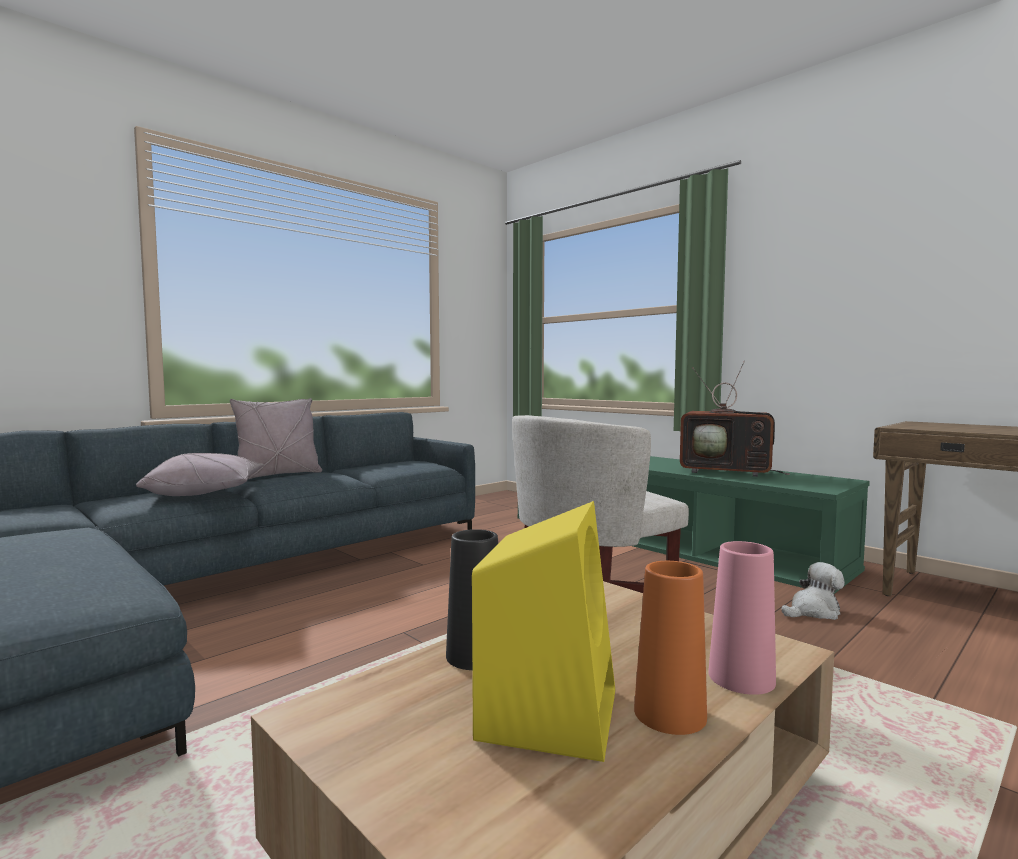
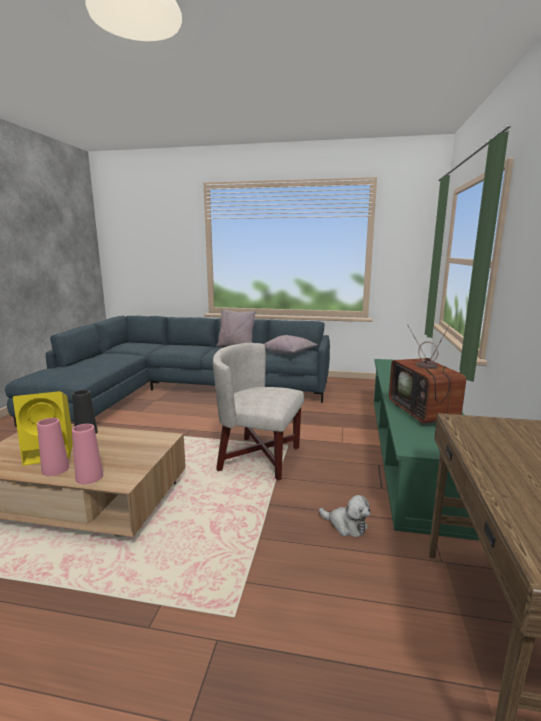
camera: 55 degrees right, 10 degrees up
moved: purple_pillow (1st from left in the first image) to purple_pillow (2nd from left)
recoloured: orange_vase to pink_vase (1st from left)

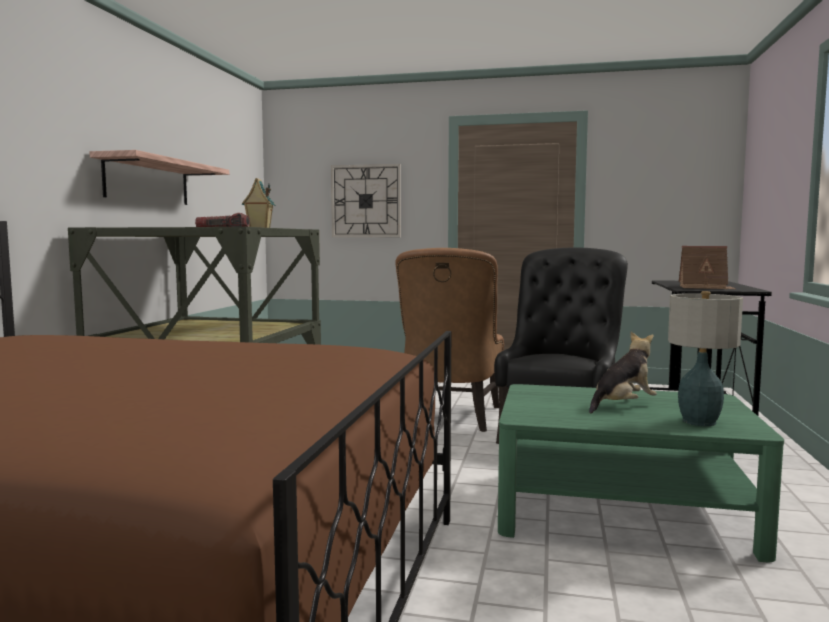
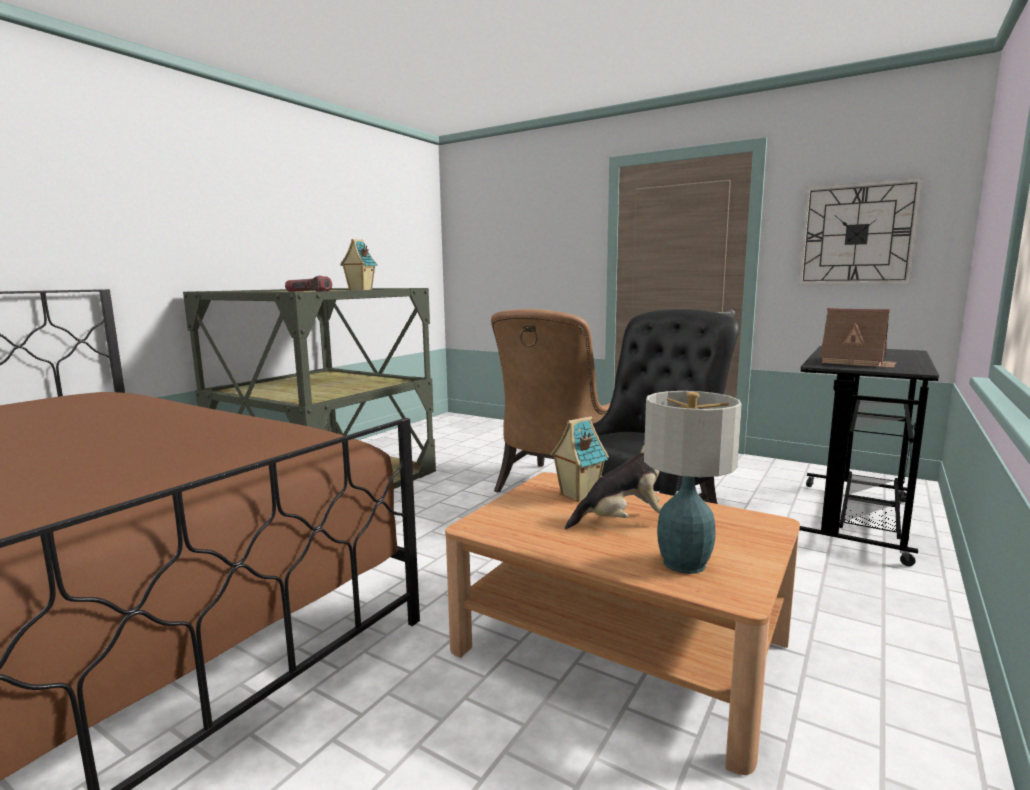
camera: 20 degrees right, 5 degrees up
removed: shelf
added: toy_house (2nd from left)
moved: wall_clock
recoloured: green_coffee_table to brown_coffee_table

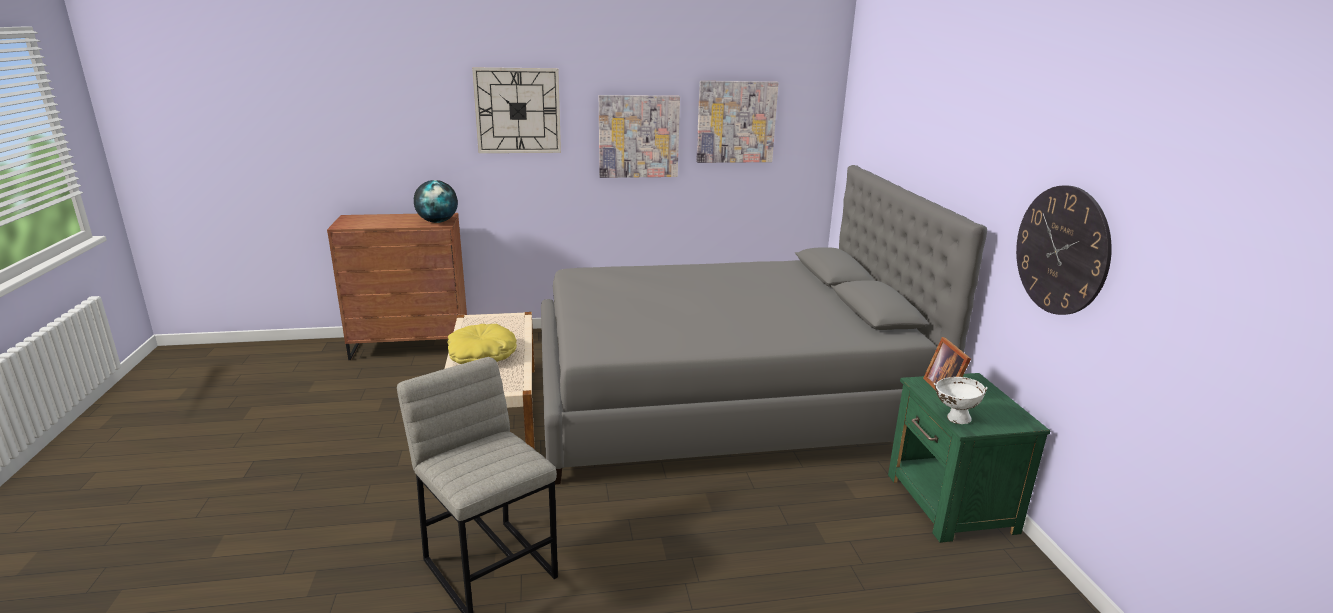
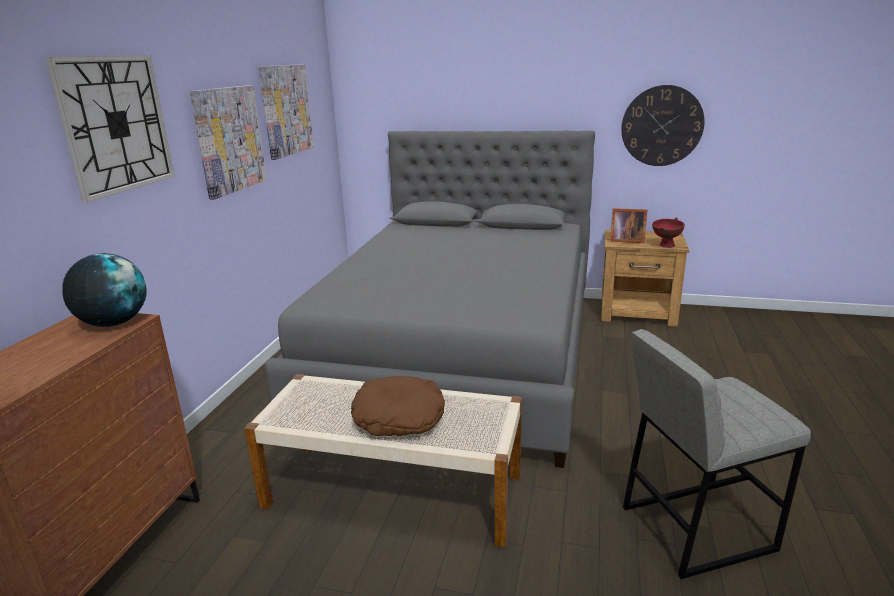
camera: 65 degrees left, 0 degrees up
recoloured: yellow_pillow to brown_pillow; green_nightstand to brown_nightstand; white_bowl to red_bowl

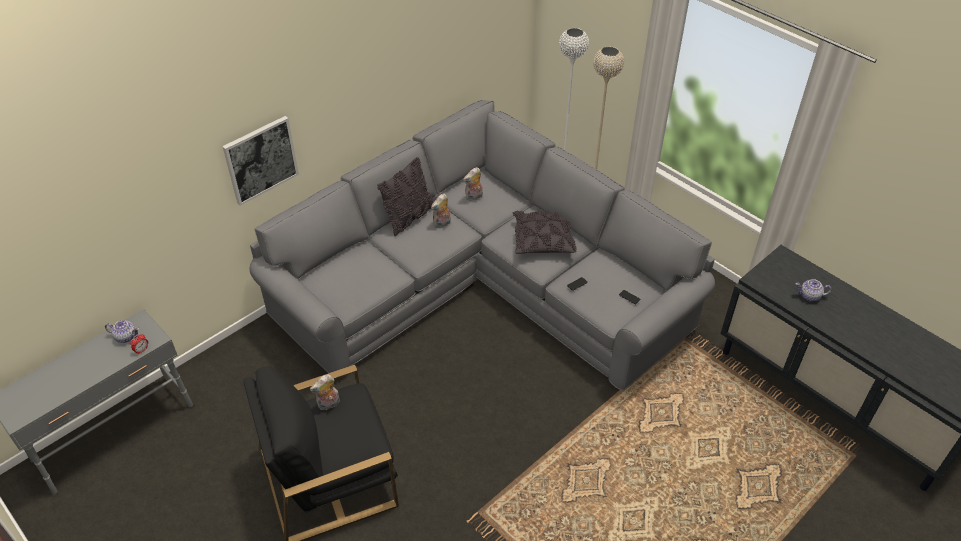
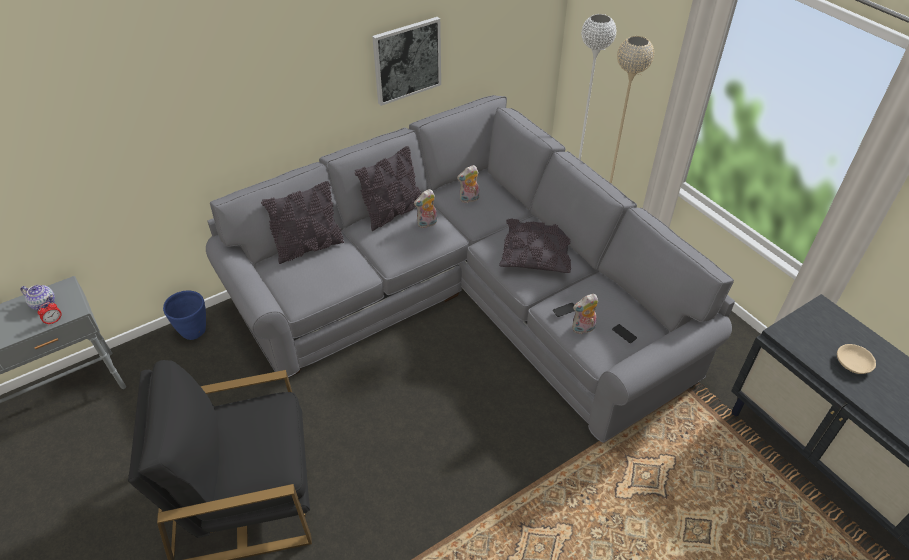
camera: 10 degrees right, 0 degrees up
added: blue_planter; black_pillow (1st from left)
moved: picture; plush_toy (1st from left in the first image) to plush_toy (3rd from left)
replaced: teapot (2nd from left) to beige_bowl

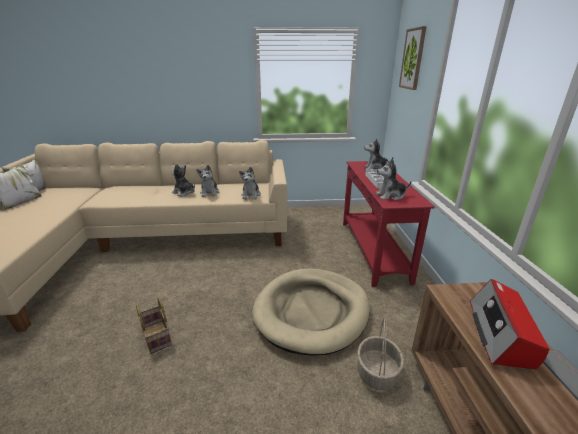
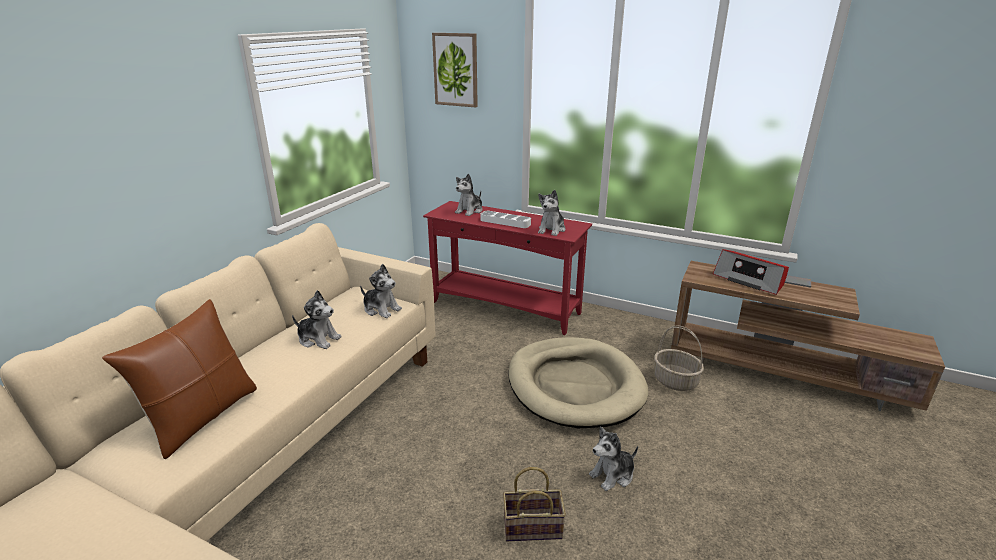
camera: 60 degrees left, 0 degrees up
added: brown_pillow
moved: plush_toy (1st from left in the first image) to plush_toy (5th from left)

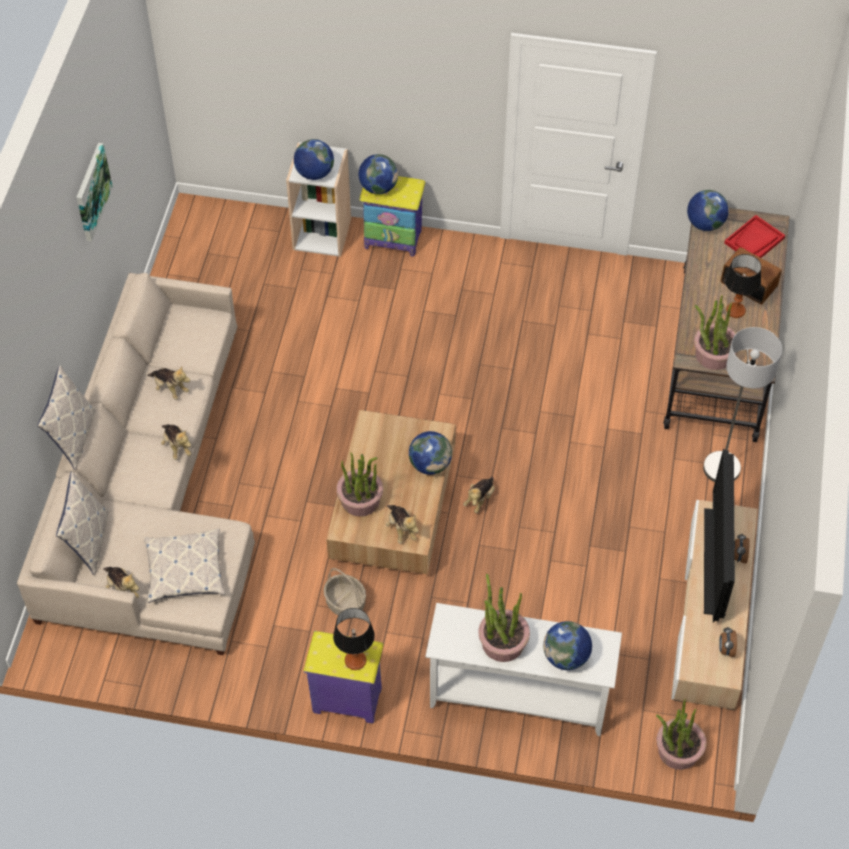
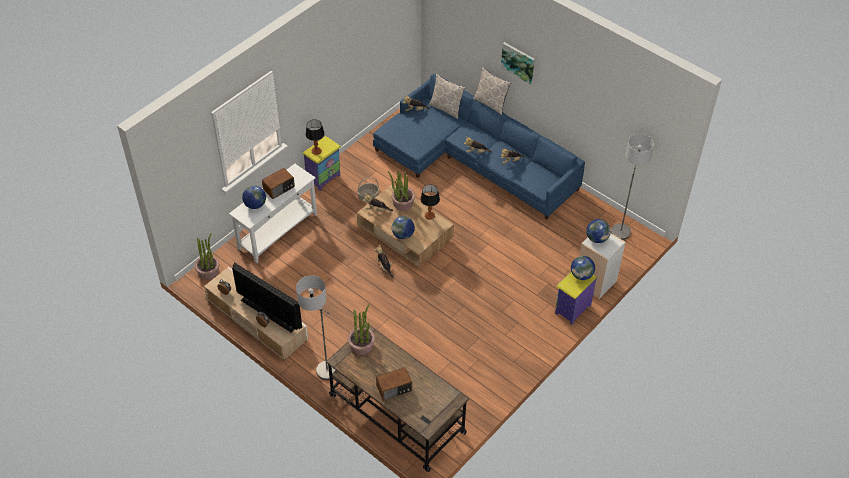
camera: 120 degrees right, 5 degrees down
removed: pillow (3rd from left); globe (5th from left); red_tray
added: grey_floor_lamp (2nd from left)
moved: picture; table_lamp (2nd from left)
replaced: potted_plant (2nd from left) to radio (1st from left)
recoloured: beige_sofa to blue_sofa

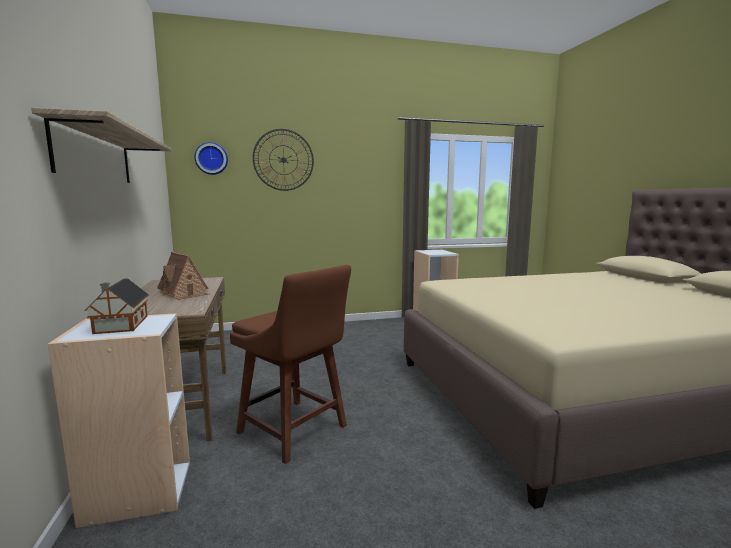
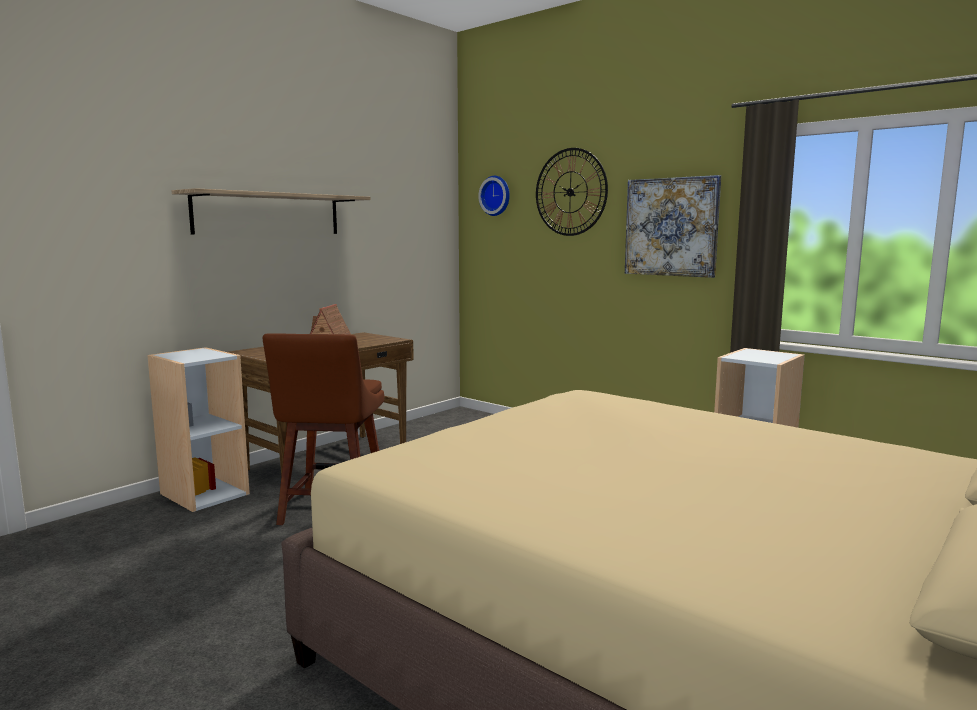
camera: 55 degrees right, 0 degrees up
removed: toy_house (1st from left)
added: picture

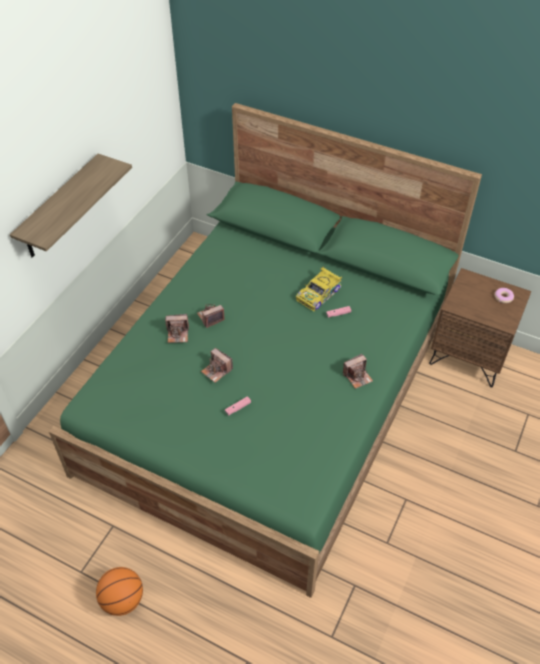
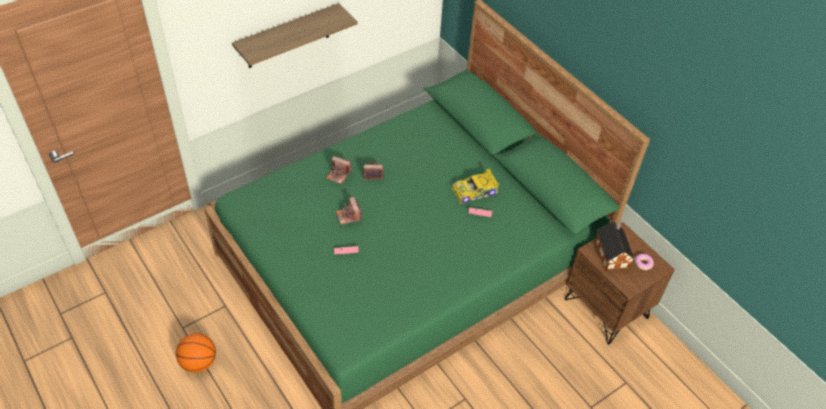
camera: 25 degrees right, 0 degrees up
removed: photo_camera (4th from left)
added: toy_house

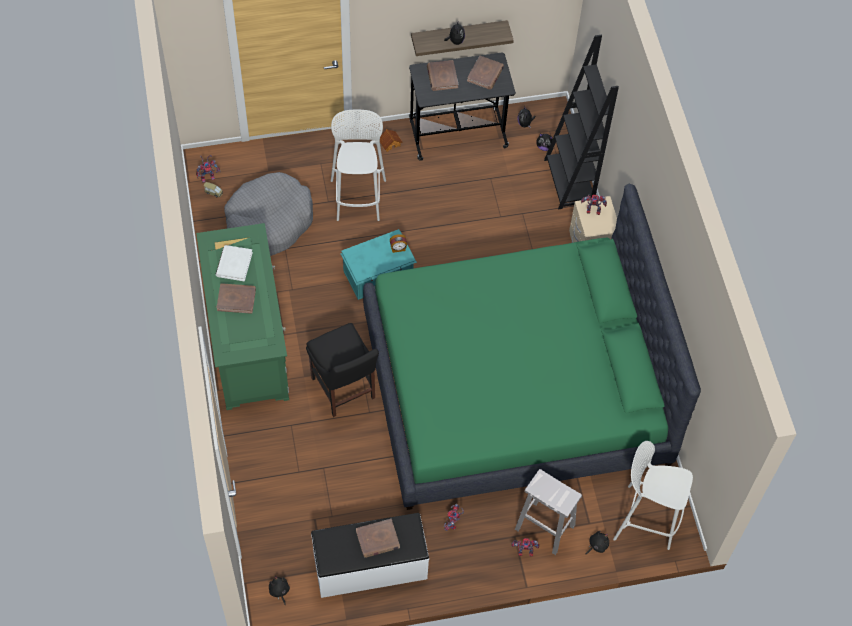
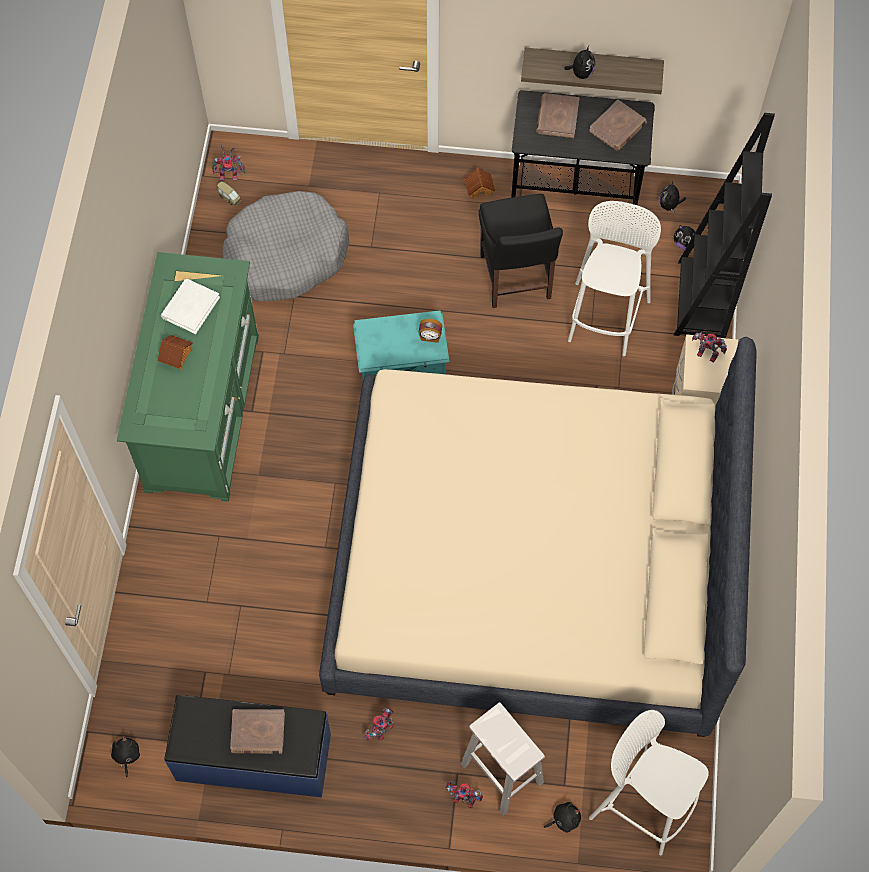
camera: 20 degrees right, 5 degrees up
moved: black_chair; white_stool (1st from left in the first image) to white_stool (2nd from left)
replaced: brown_book (1st from left) to toy_house (1st from left)
recoloured: white_bench to blue_bench; green_bed to beige_bed

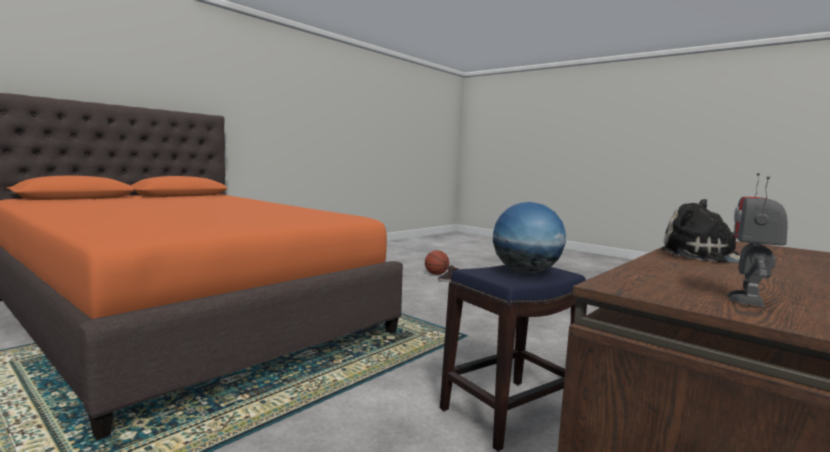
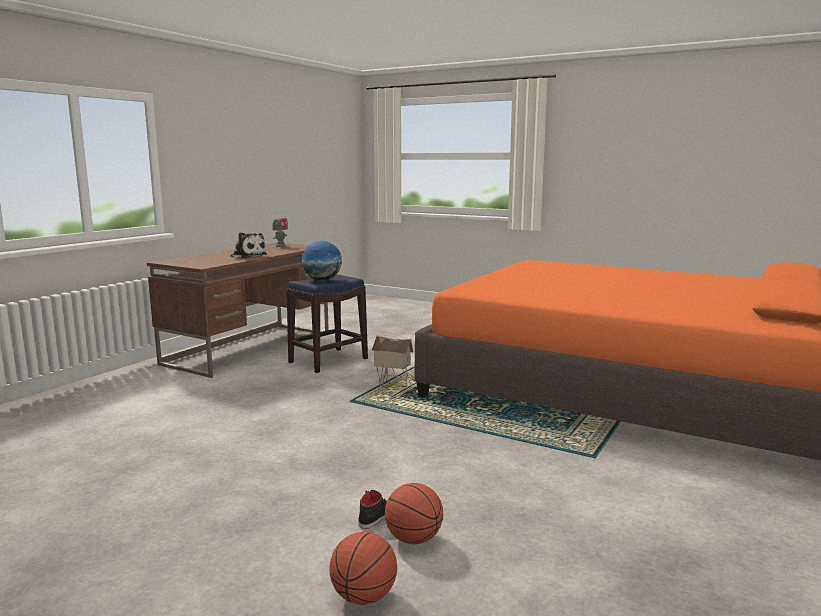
camera: 170 degrees right, 5 degrees up
added: basketball (1st from left); toy_house

